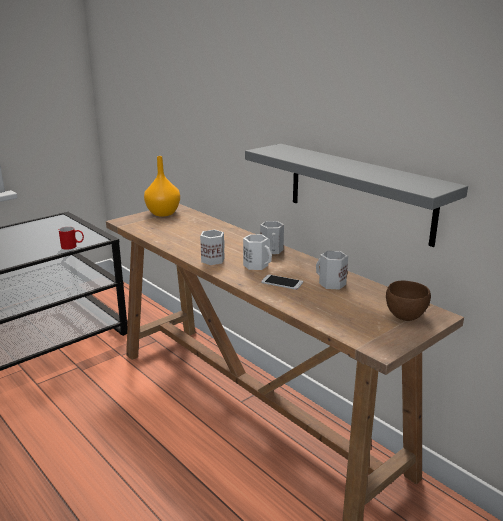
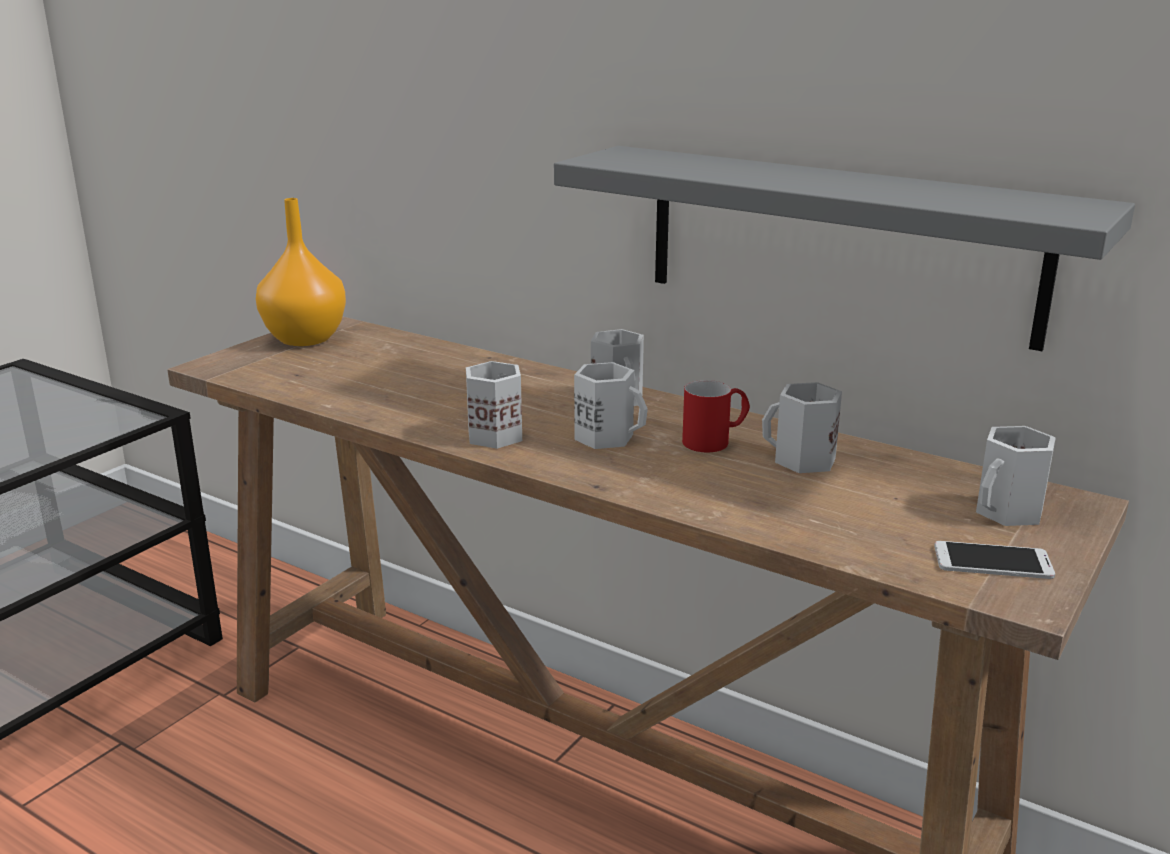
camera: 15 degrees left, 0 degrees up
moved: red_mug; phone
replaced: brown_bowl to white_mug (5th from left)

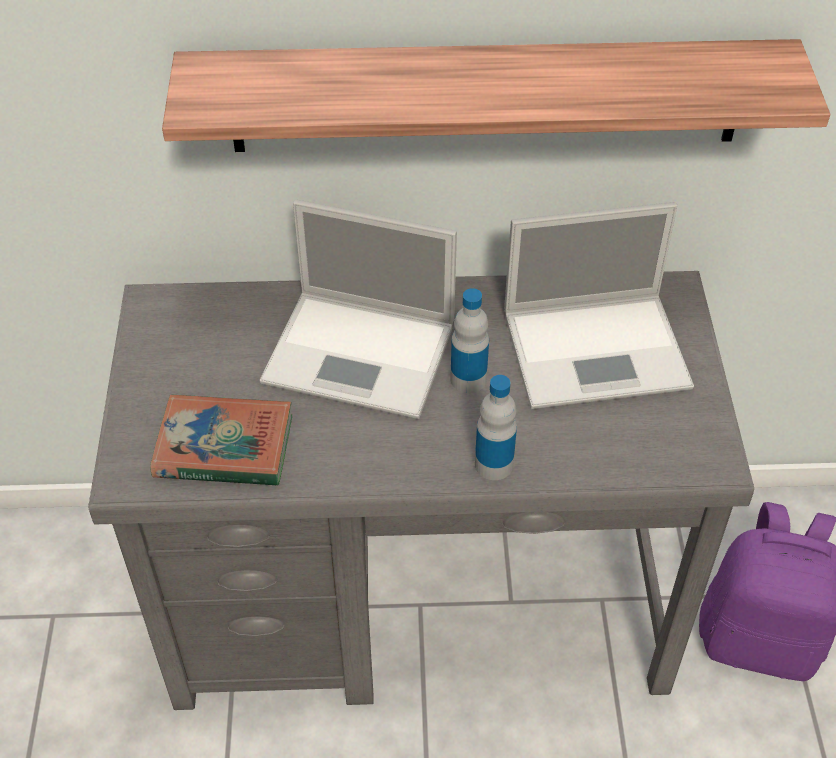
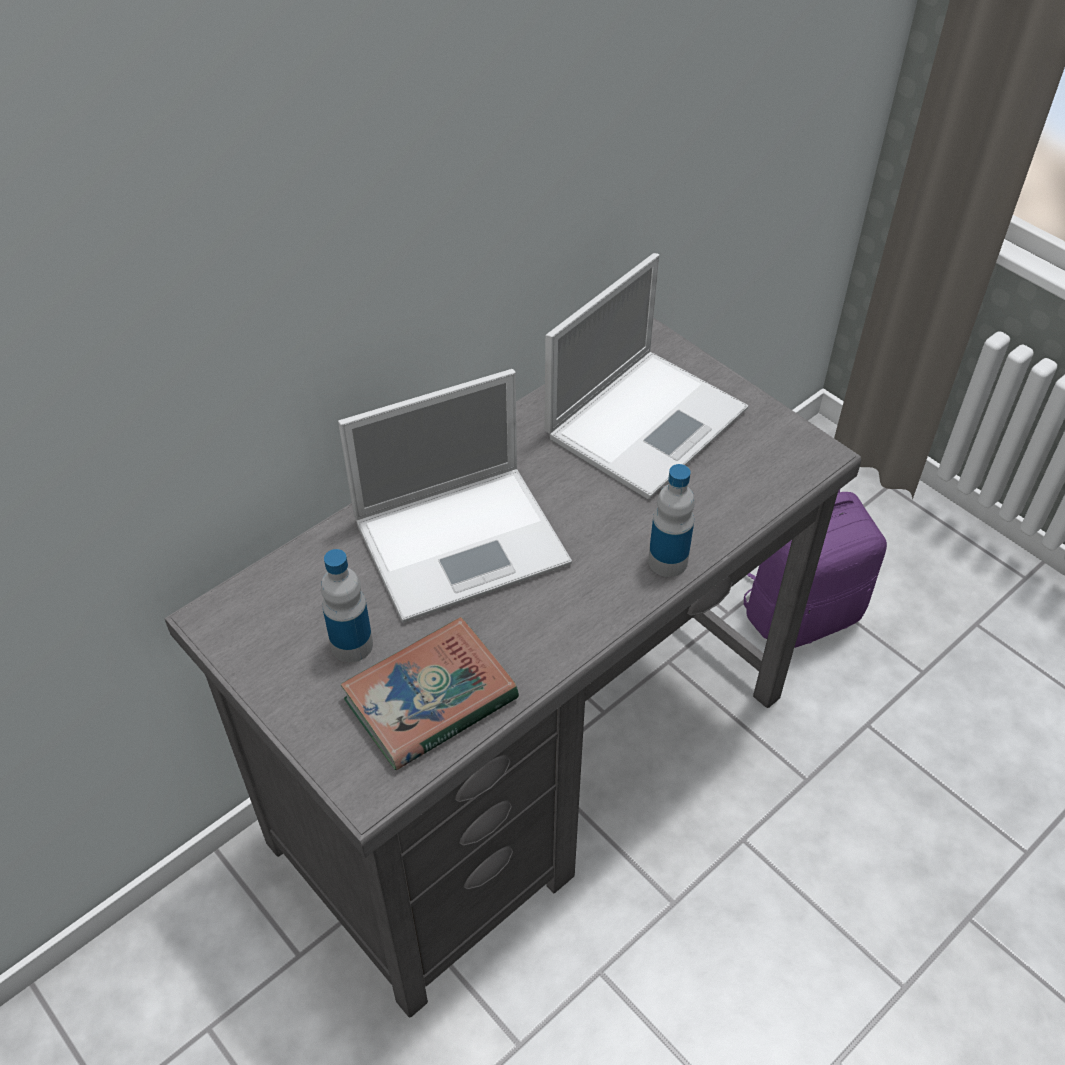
camera: 40 degrees left, 0 degrees up
removed: shelf
moved: bottle (1st from left)

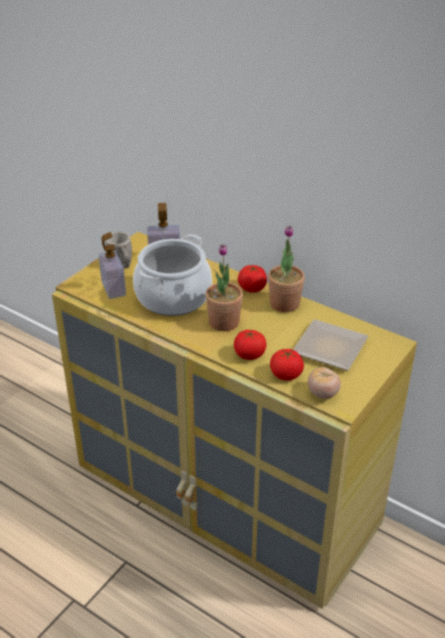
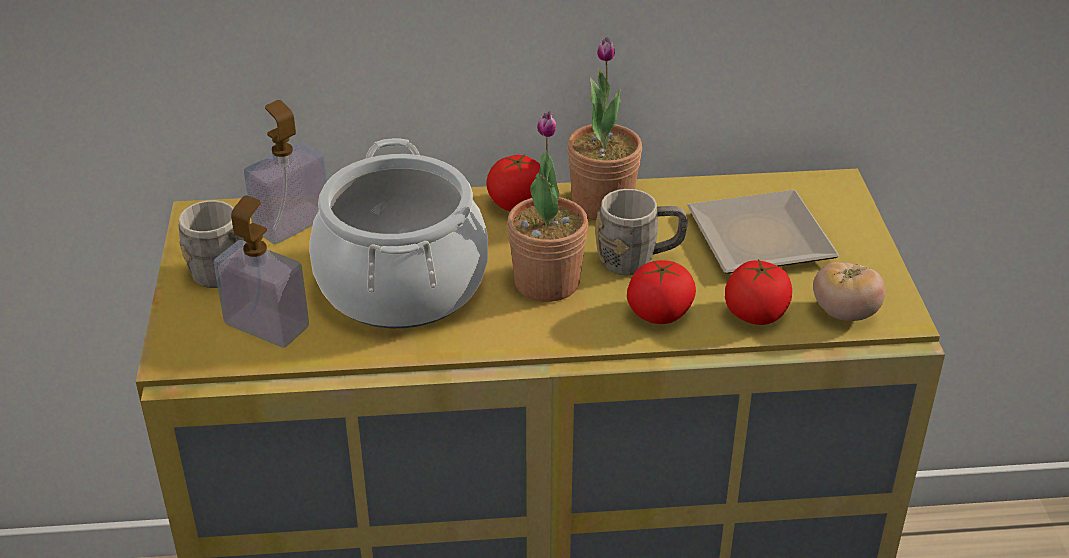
camera: 40 degrees left, 0 degrees up
added: grey_mug (2nd from left)

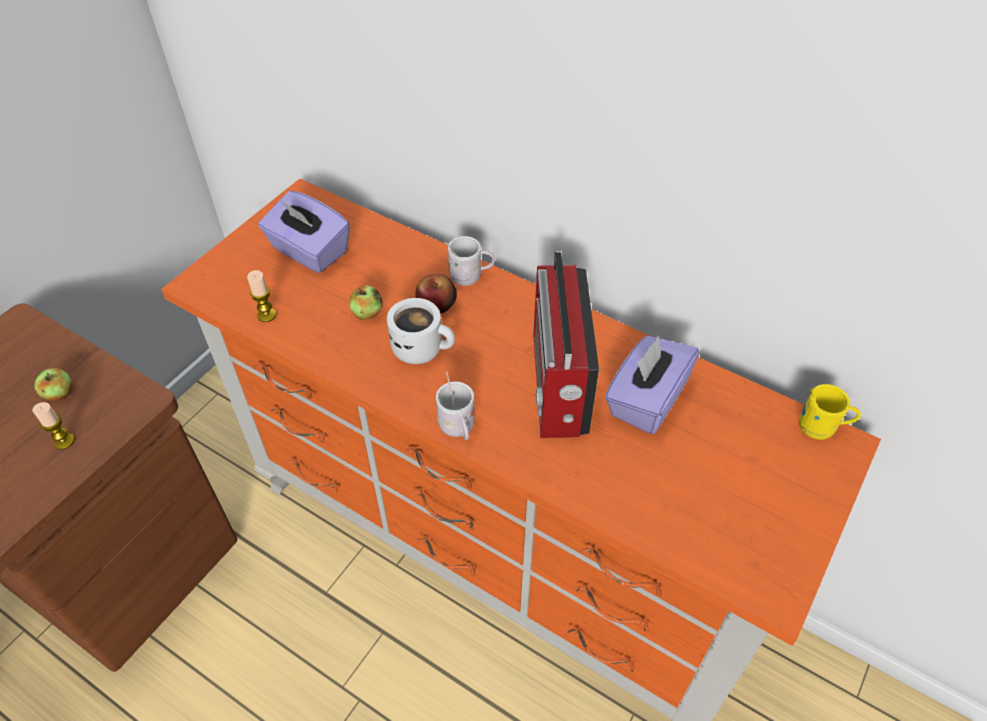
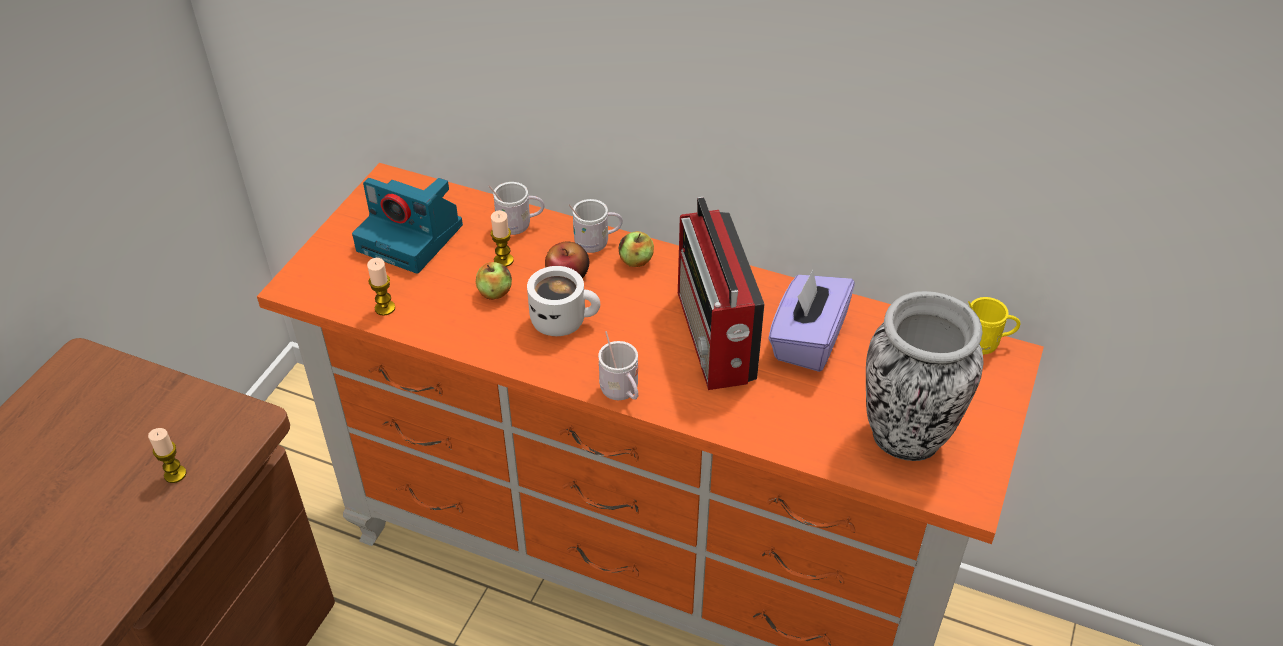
camera: 10 degrees left, 5 degrees down
added: white_mug (1st from left); candle (3rd from left); vase
moved: apple (1st from left in the first image) to apple (3rd from left)
replaced: purple_tissue_box (1st from left) to photo_camera

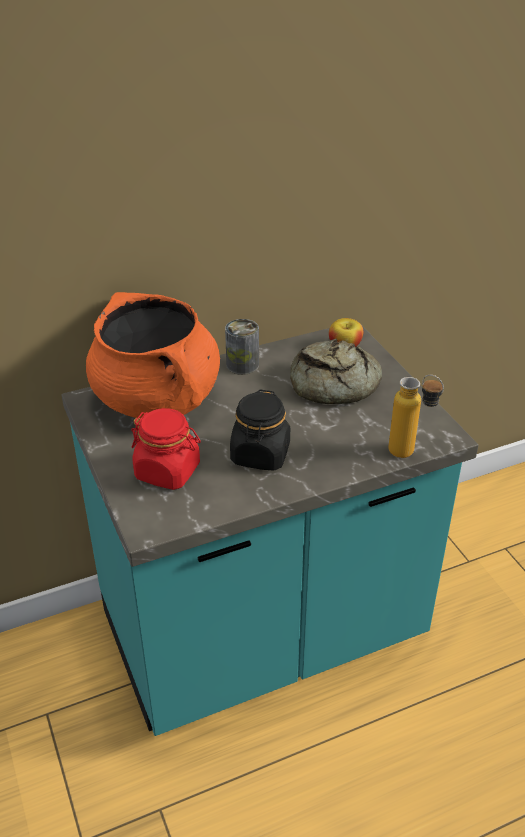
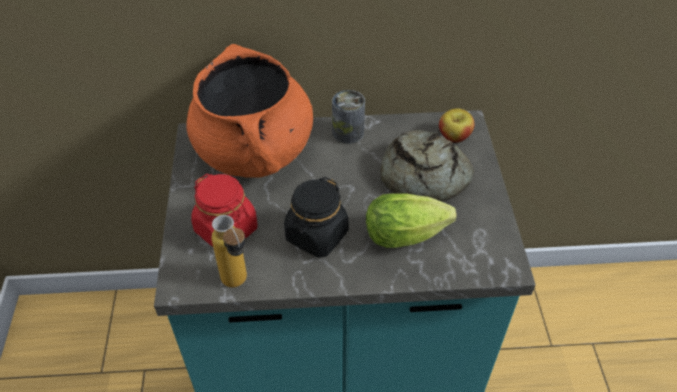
camera: 20 degrees right, 10 degrees up
added: lettuce
moved: bottle

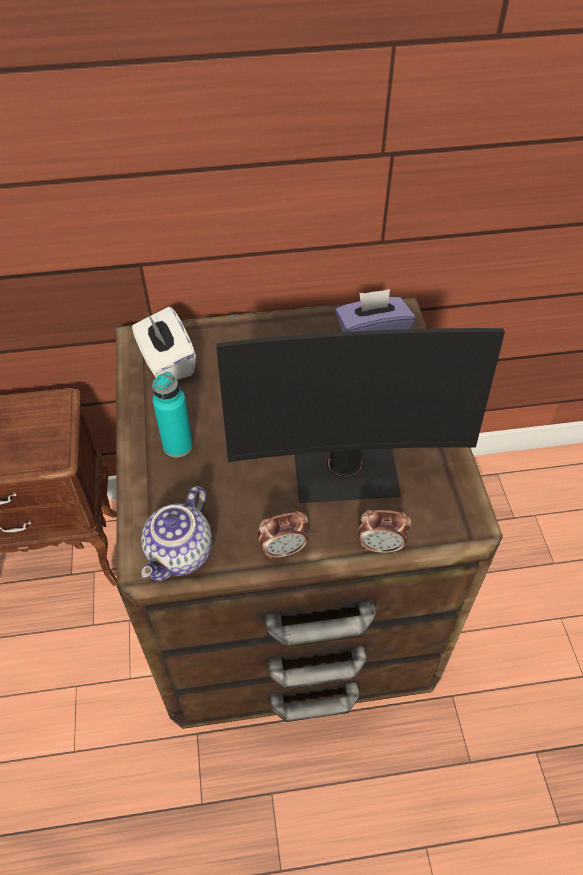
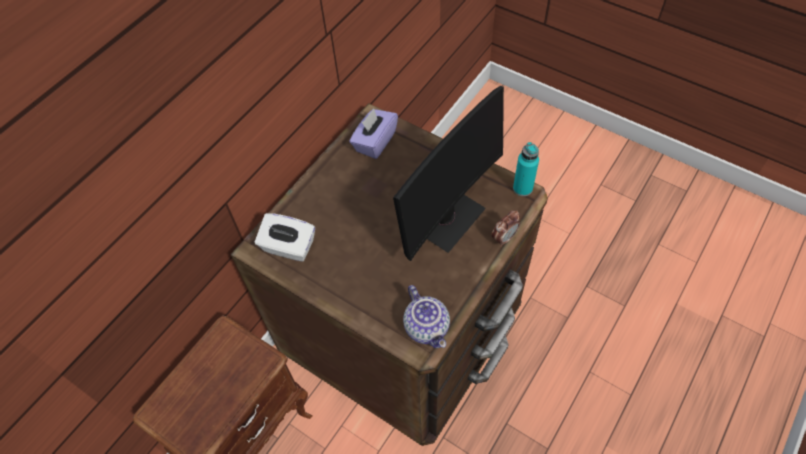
camera: 45 degrees left, 5 degrees up
removed: alarm_clock (1st from left)
moved: turquoise_bottle

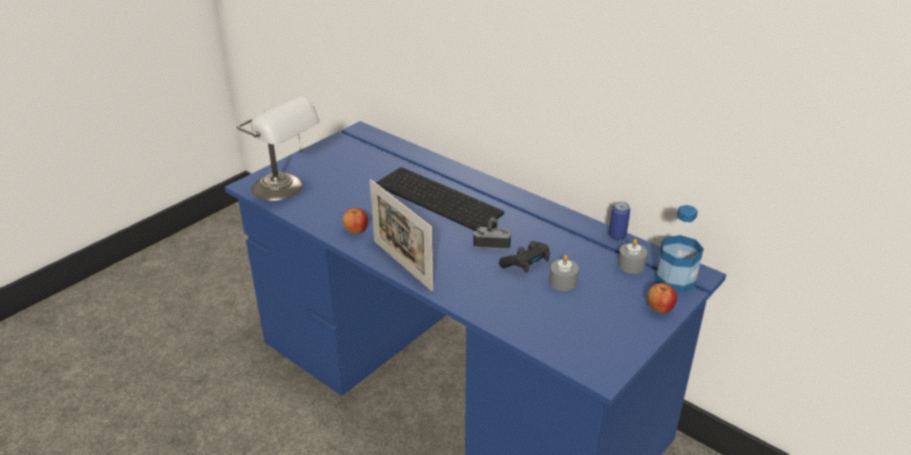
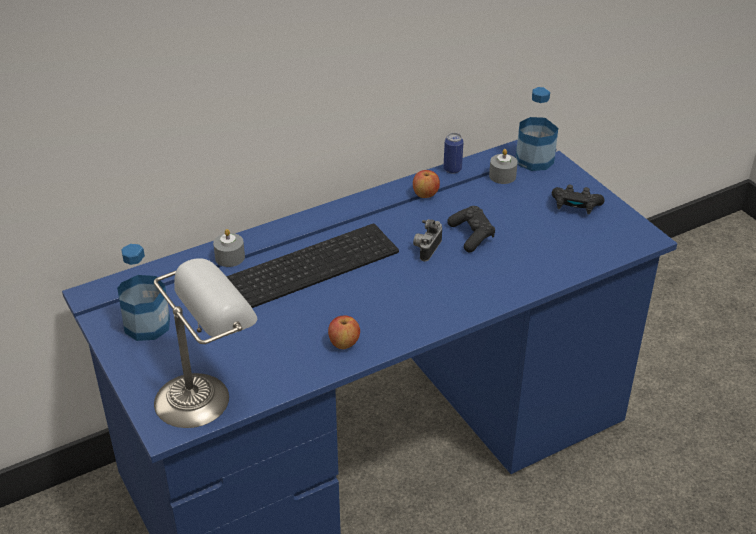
camera: 70 degrees left, 5 degrees up
removed: picture_frame
added: bottle (1st from left); black_game_controller (2nd from left)
moved: grey_candle (1st from left); apple (2nd from left)

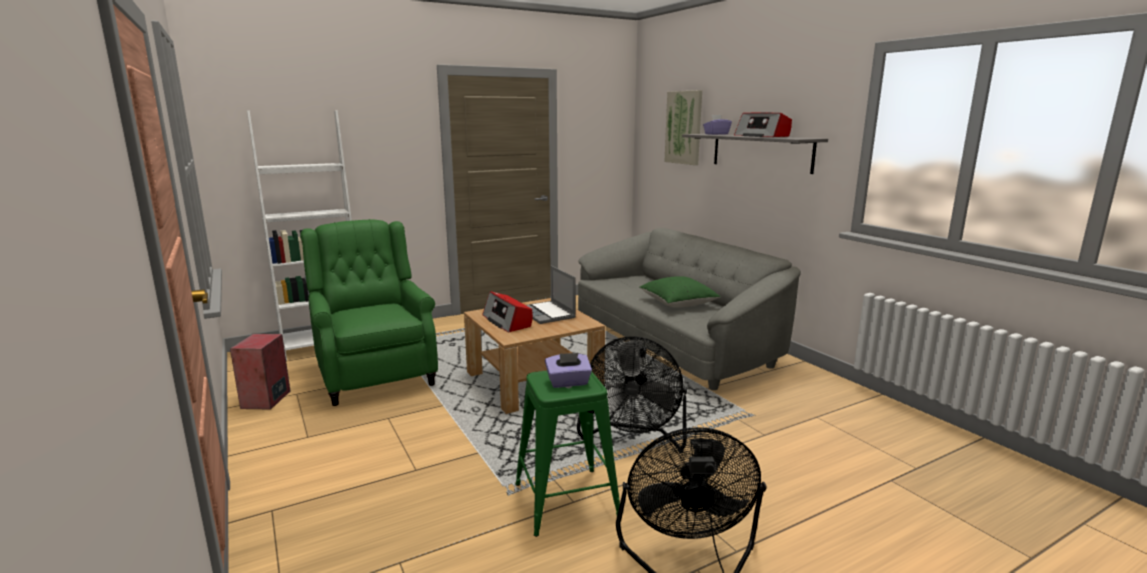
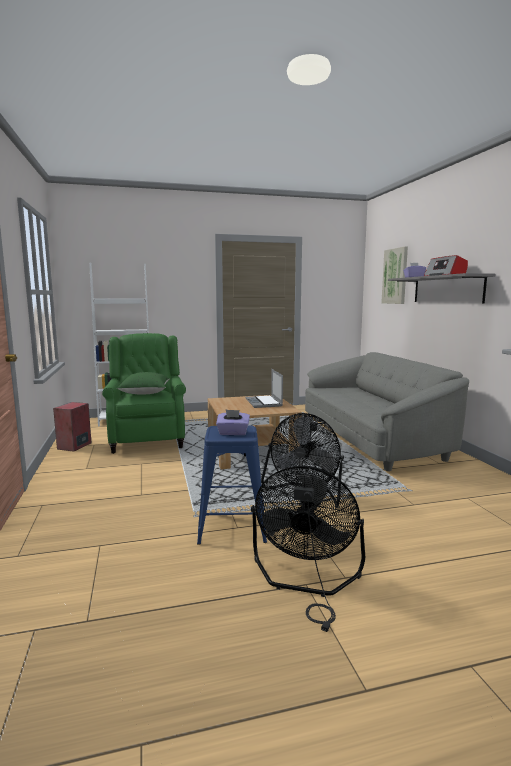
camera: 15 degrees right, 5 degrees down
removed: radio (1st from left)
moved: green_pillow
recoloured: green_stool to blue_stool

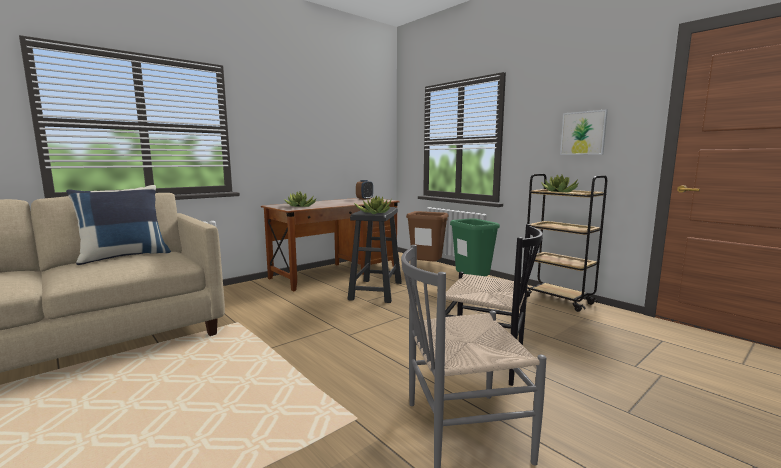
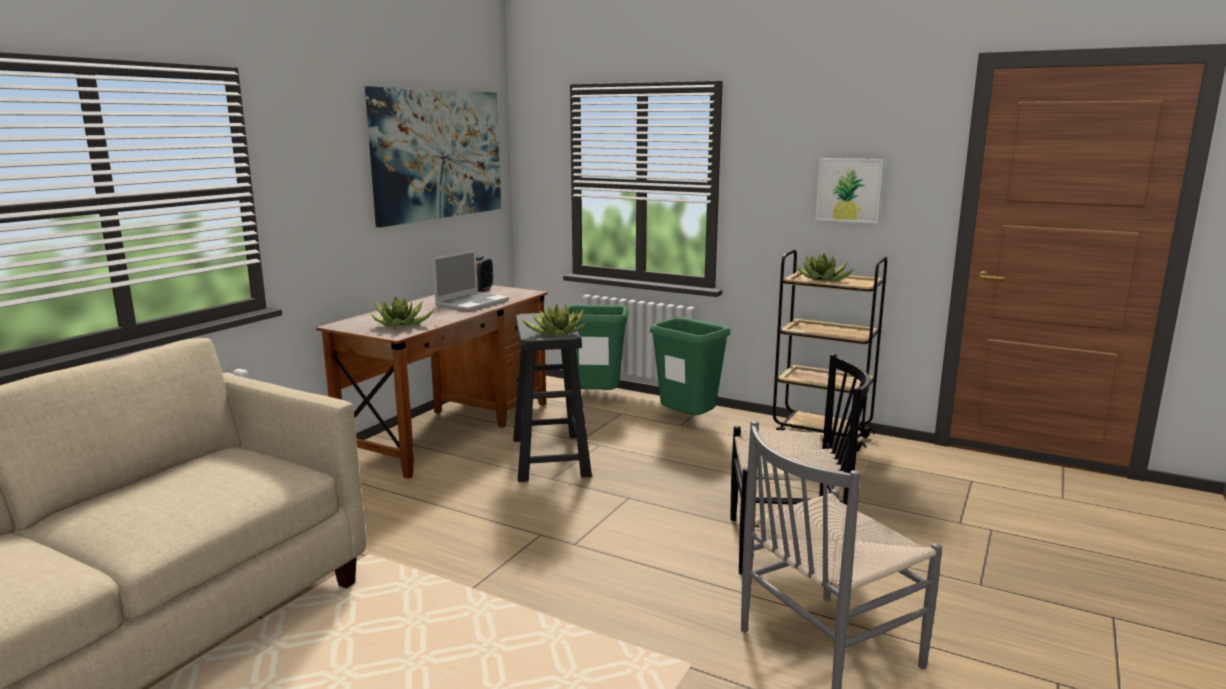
camera: 20 degrees left, 5 degrees up
removed: blue_pillow
added: picture (1st from left); laptop
recoloured: brown_trash_can to green_trash_can (1st from left)

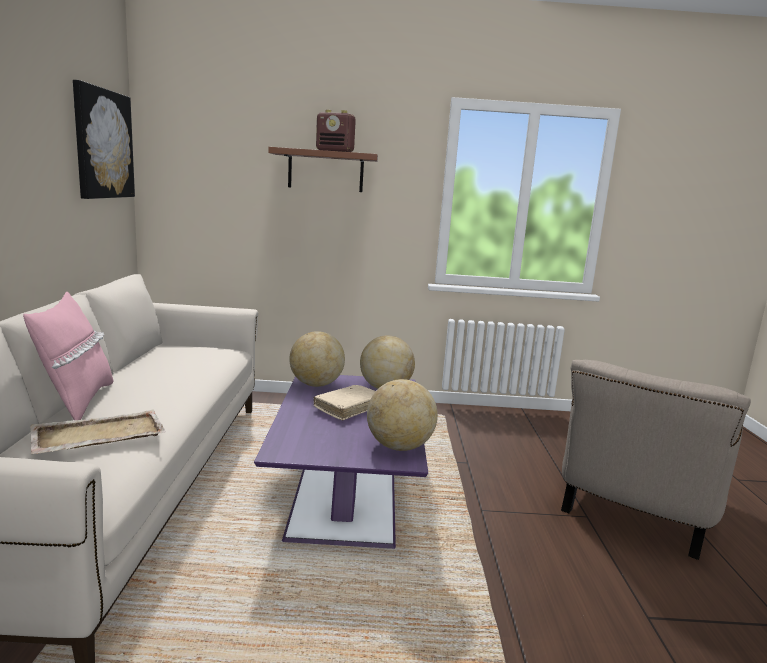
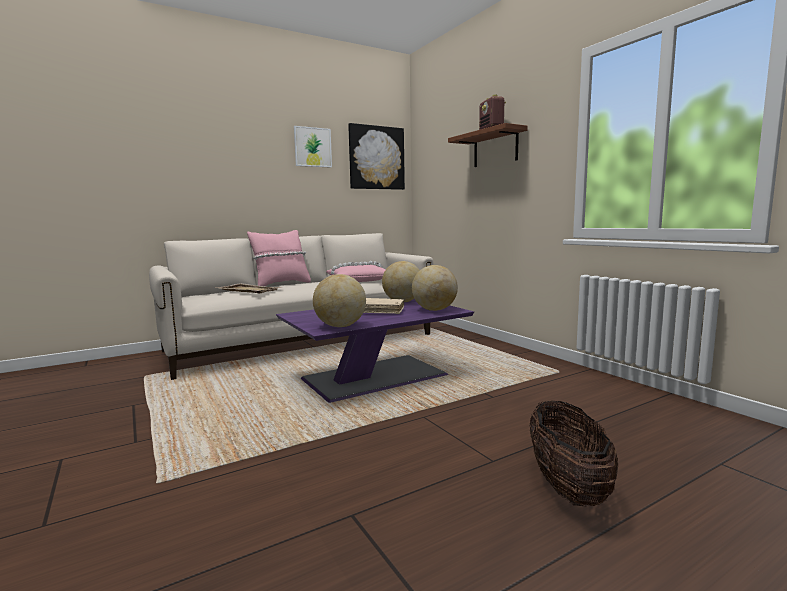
camera: 60 degrees right, 5 degrees down
added: picture (1st from left); pink_pillow (2nd from left)
replaced: beige_armchair to basket

